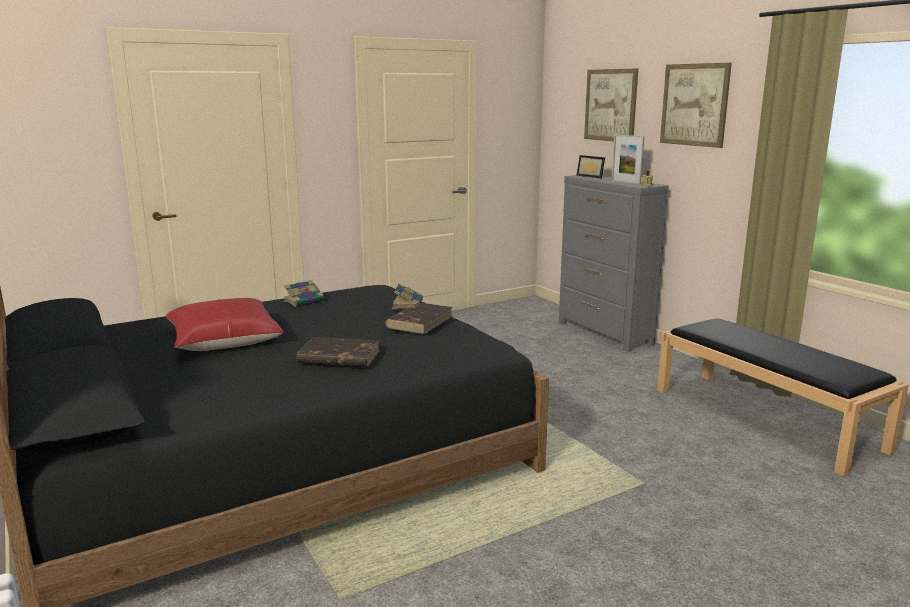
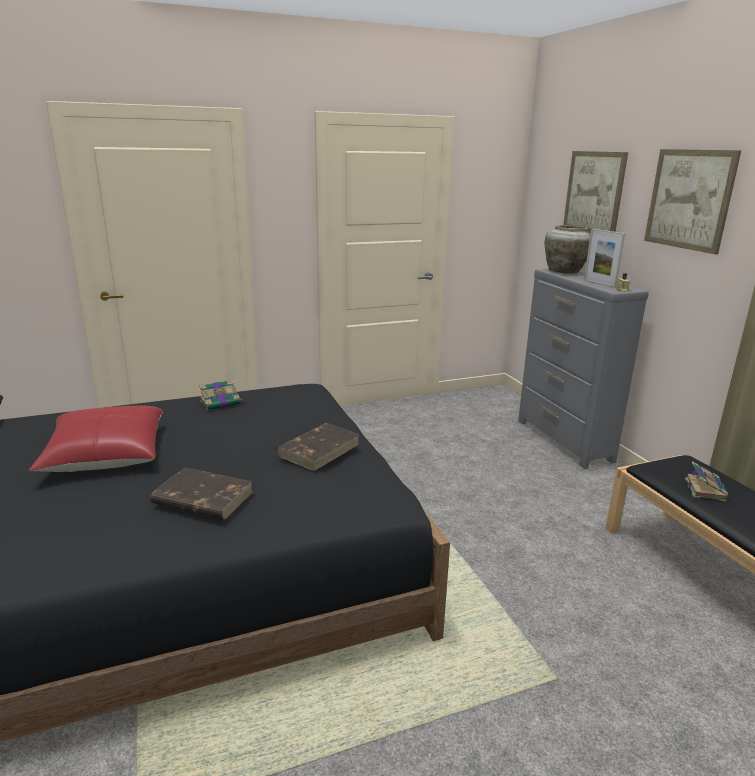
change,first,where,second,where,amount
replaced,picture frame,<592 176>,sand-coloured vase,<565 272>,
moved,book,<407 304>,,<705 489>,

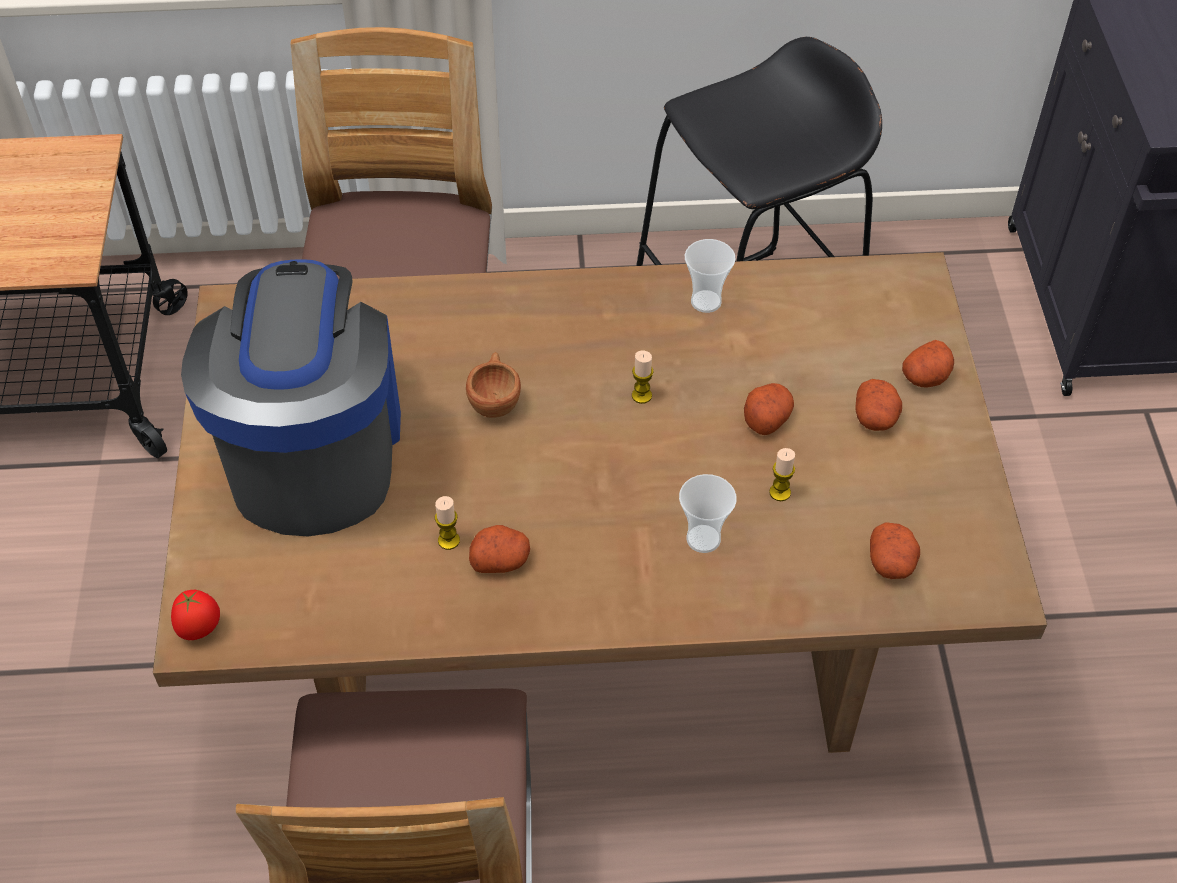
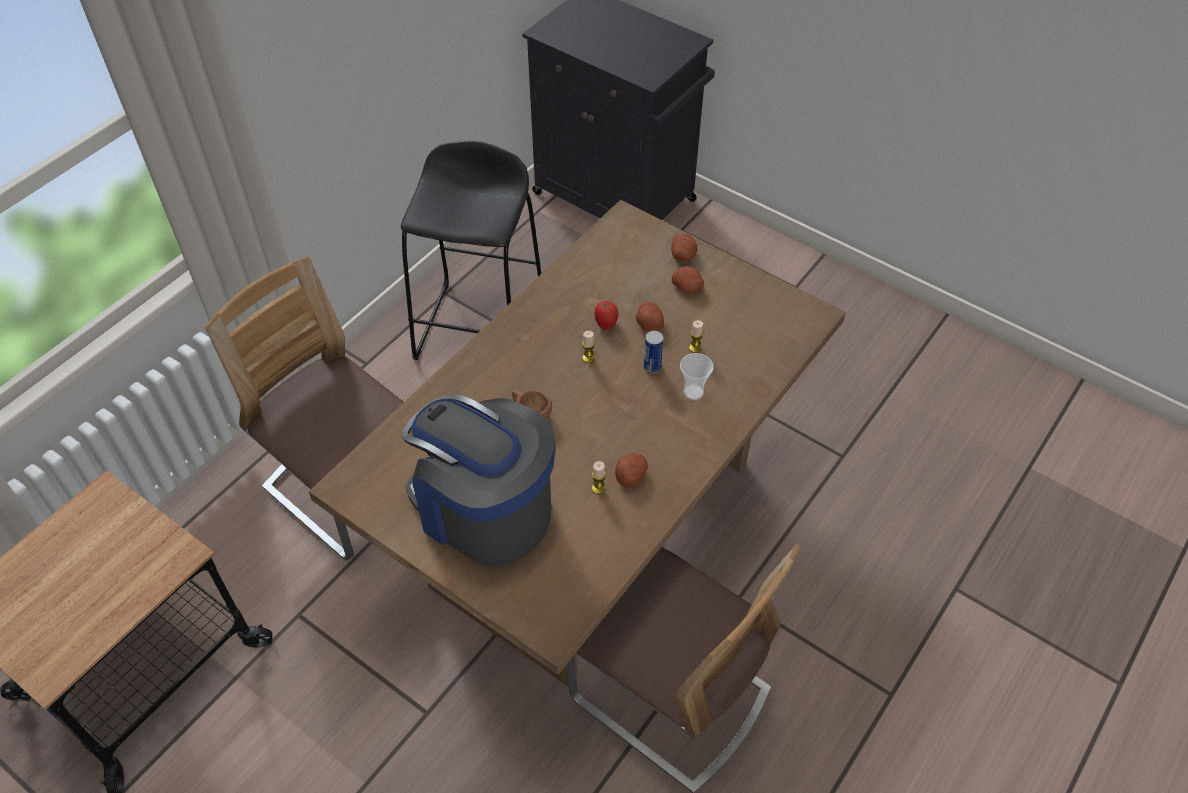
change,first,where,second,where,amount
moved,tomato,<200 629>,,<606 324>,
added,,,can,<652 367>,
removed,cup,<706 301>,,,
removed,whole potato,<891 563>,,,

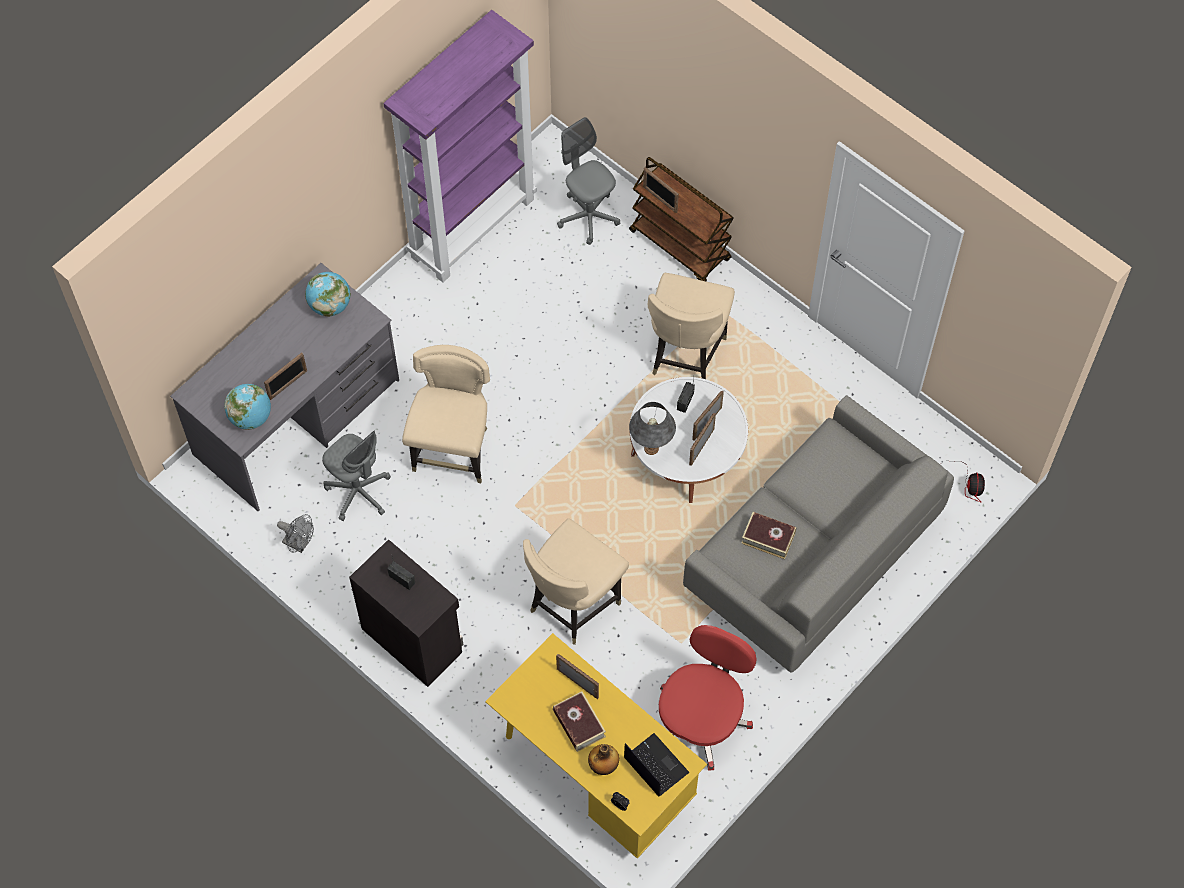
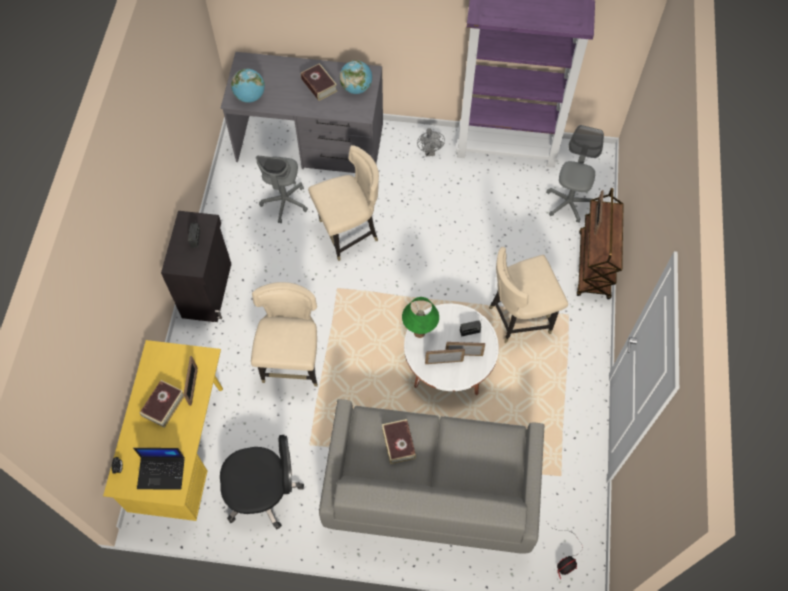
change,first,where,second,where,amount
turned,portable computer,<655 765>,,<162 472>,75 degrees clockwise
recoloured,red-coloured desk chair,<701 718>,blackish desk chair,<263 492>,
turned,sand-coloured plain chair,<573 604>,,<293 363>,90 degrees clockwise
added,,,book,<319 85>,
recoloured,grey lamp for a table,<651 448>,green-coloured lamp for a table,<419 332>,
moved,grey fan,<299 544>,,<430 152>,
removed,picture frame,<288 385>,,,
removed,beverage bottle,<604 765>,,,

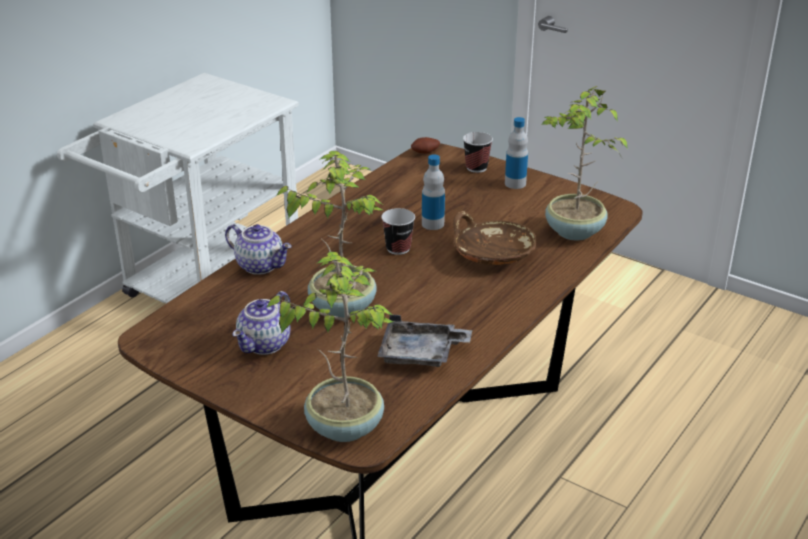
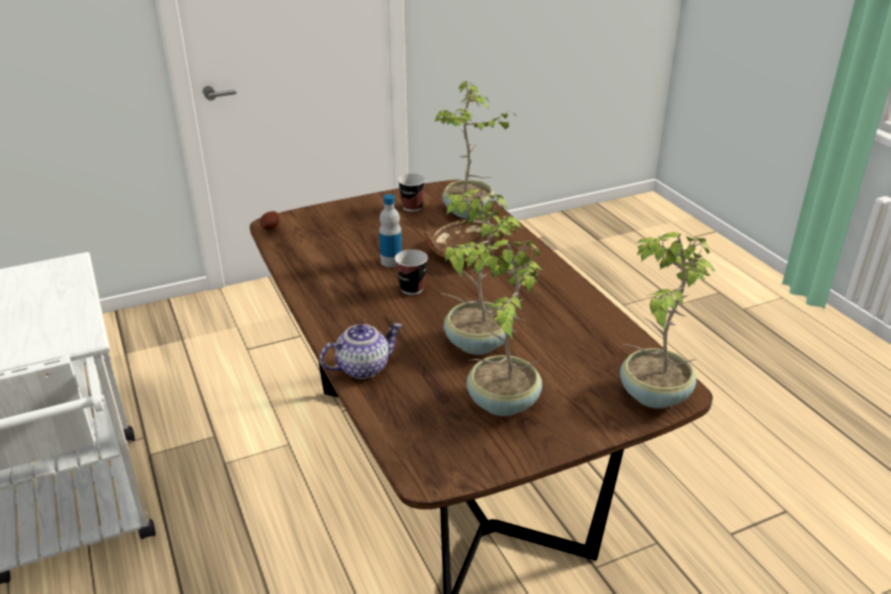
change,first,where,second,where,amount
moved,cup,<476 168>,,<412 207>,
replaced,tea pot,<265 345>,plant in a pot,<501 403>,
removed,grey carrying tray,<421 354>,,,
removed,beverage bottle,<515 183>,,,

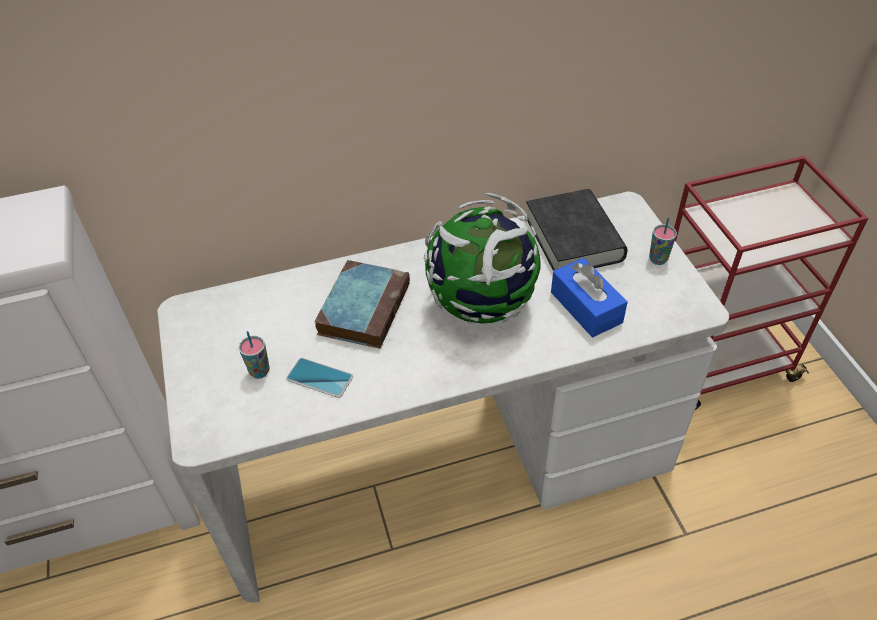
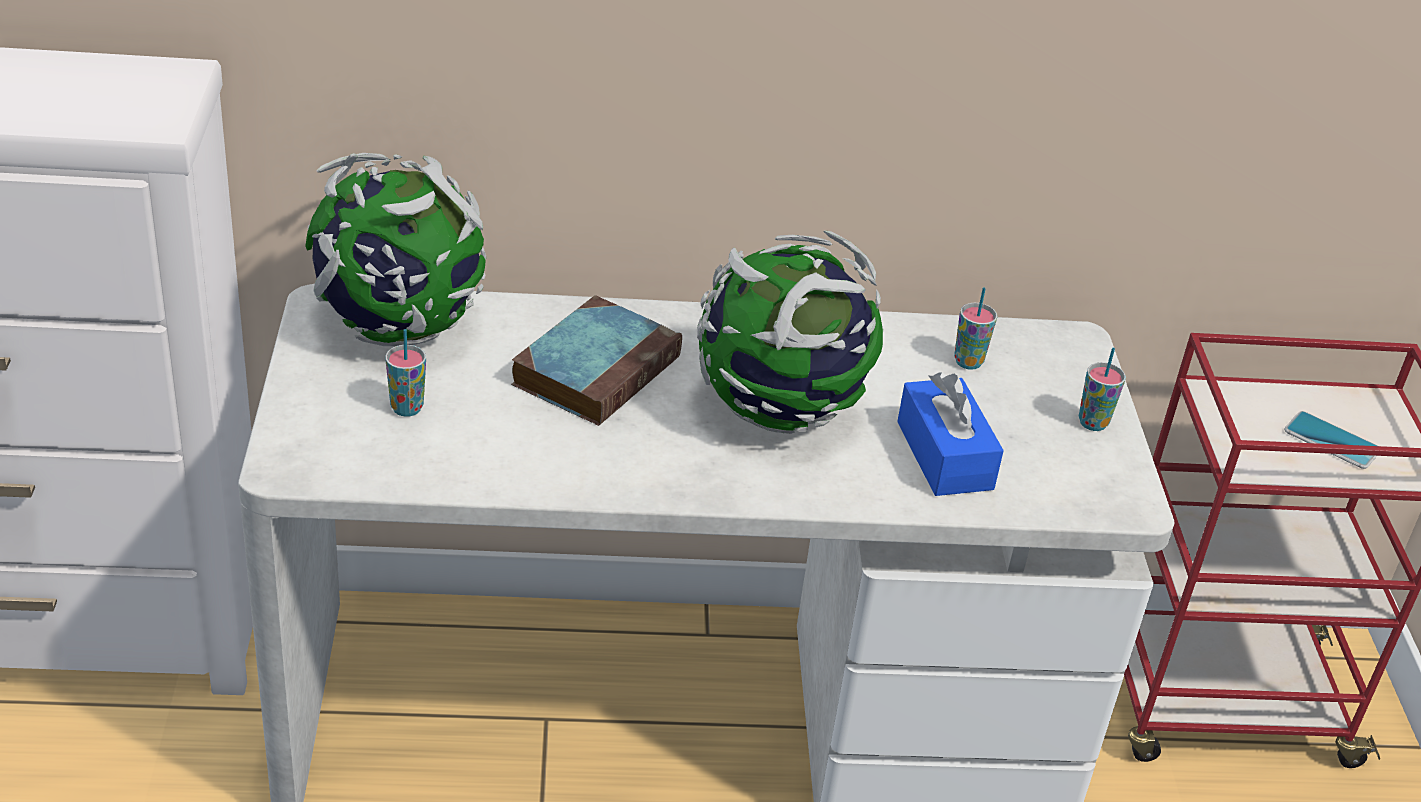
change,first,where,second,where,amount
added,,,world globe,<397 327>,
replaced,blackish book,<573 238>,cup,<968 362>,
moved,phone,<319 378>,,<1331 441>,

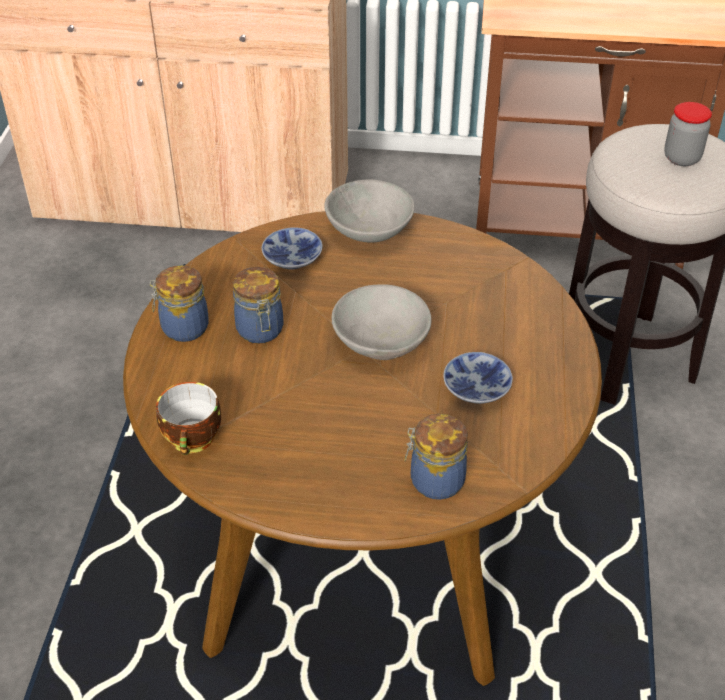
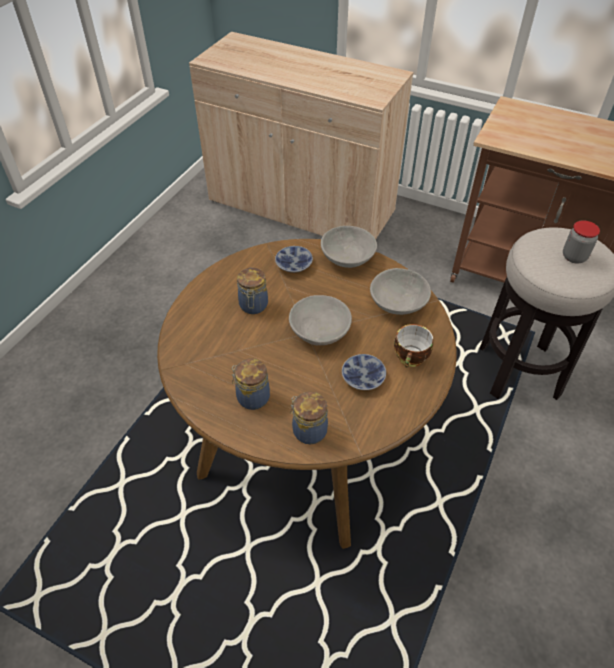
change,first,where,second,where,amount
moved,jar,<183 328>,,<252 397>,
added,,,grey deep dish,<398 304>,
moved,cup,<193 440>,,<411 358>,

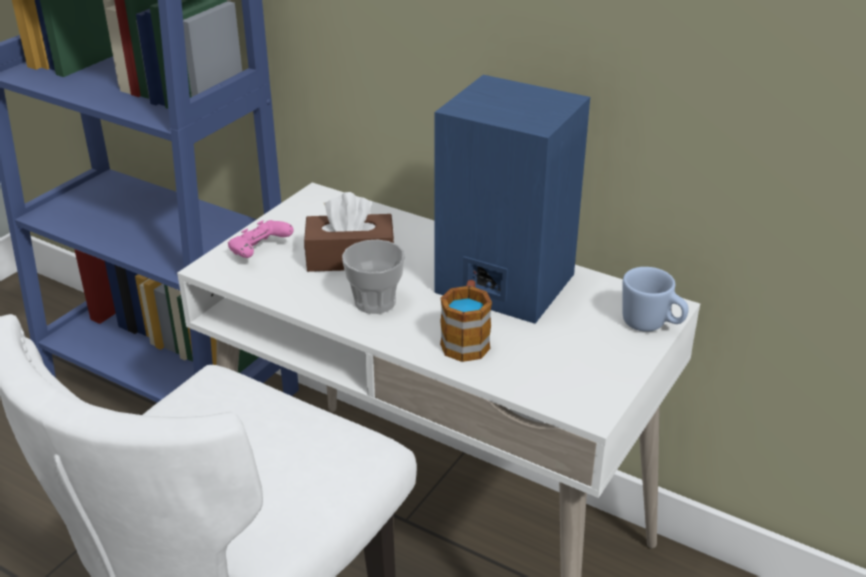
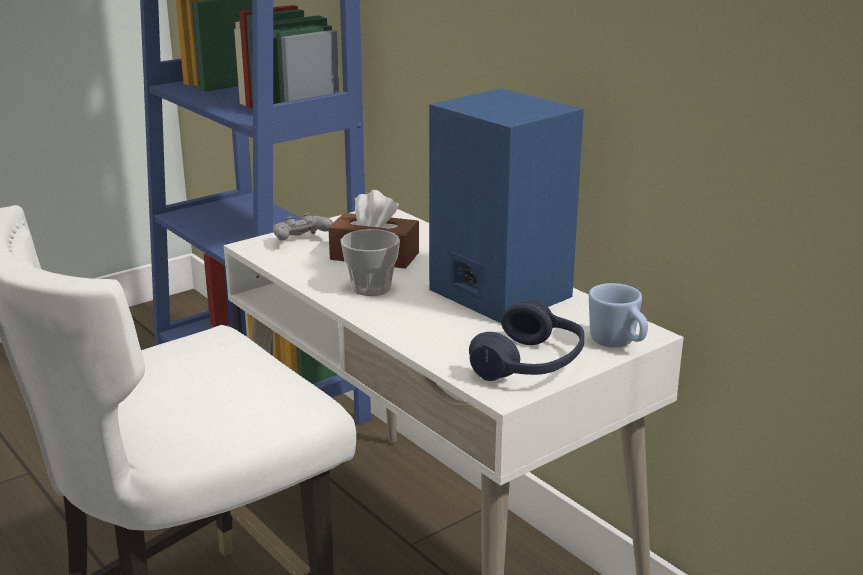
change,first,where,second,where,amount
recoloured,pinkish game controller,<259 251>,grey game controller,<301 241>,
added,,,bluish headset,<530 364>,
removed,mug,<466 339>,,,

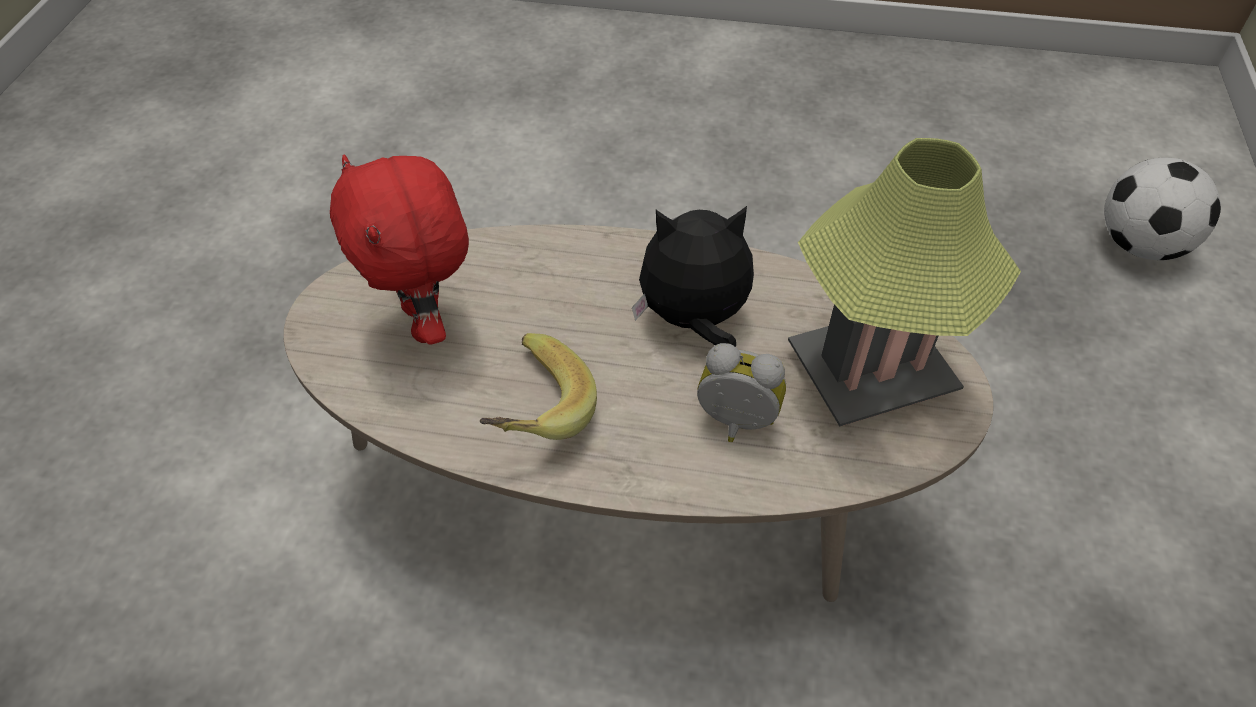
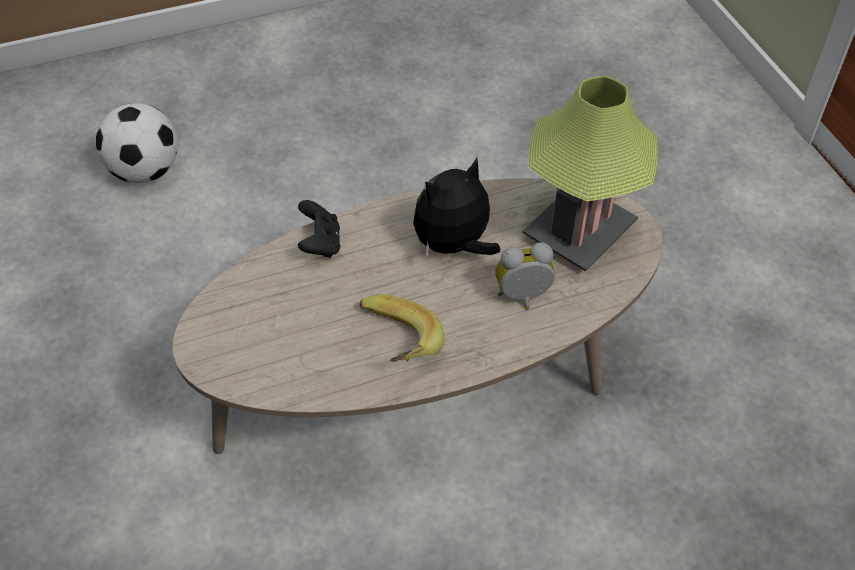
change,first,where,second,where,amount
moved,ball for football,<1140 246>,,<146 171>,
added,,,blackish game controller,<320 244>,
removed,red-coloured cuddly toy,<426 323>,,,

